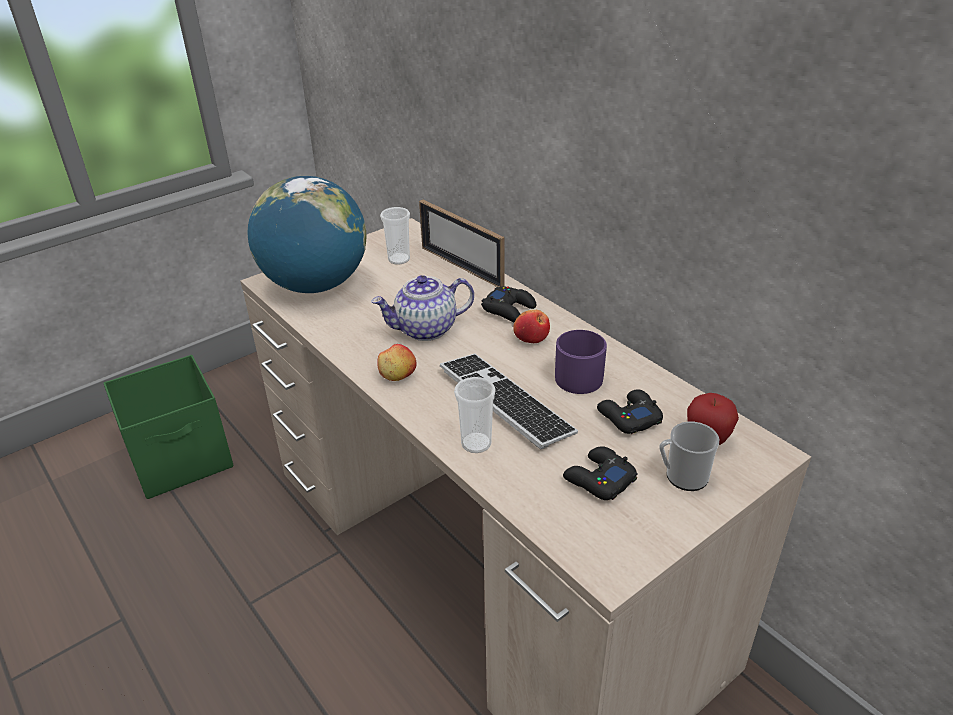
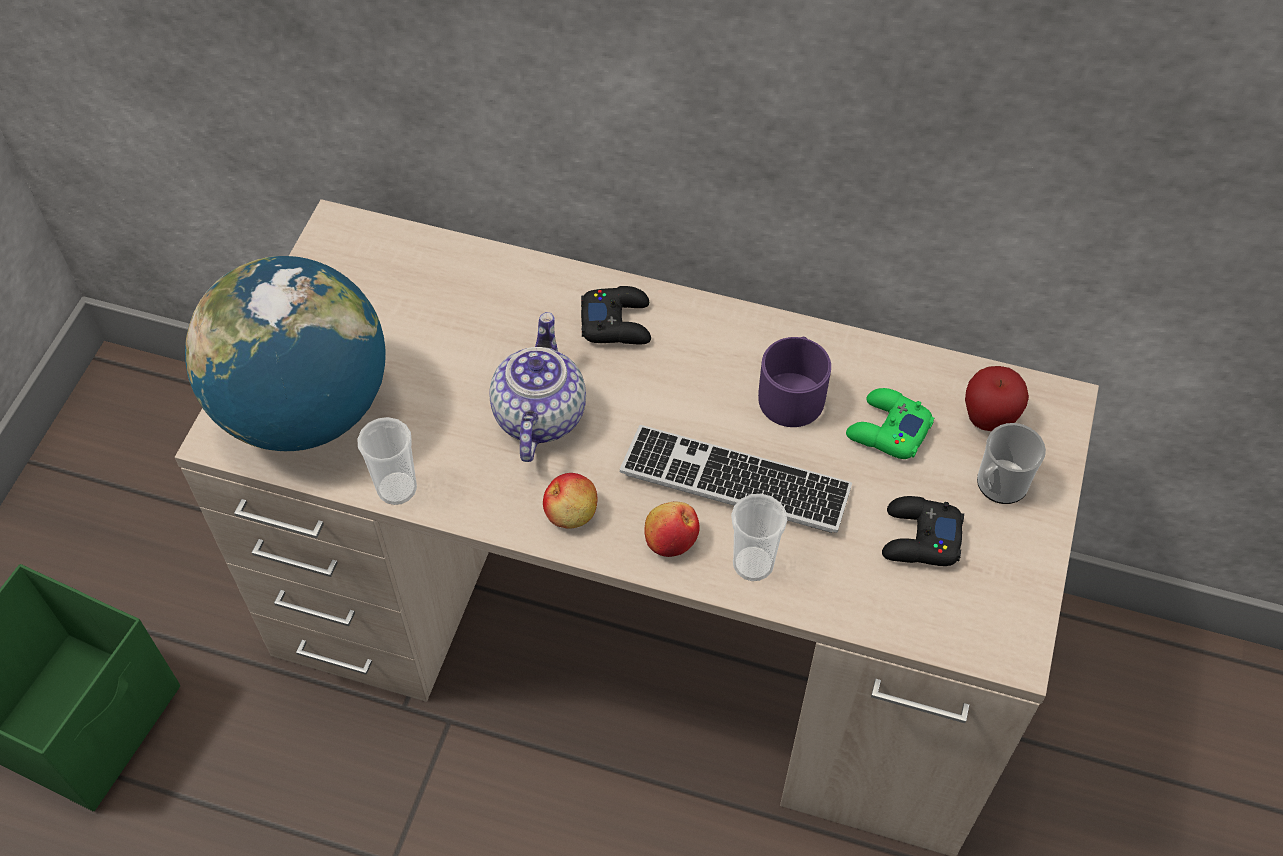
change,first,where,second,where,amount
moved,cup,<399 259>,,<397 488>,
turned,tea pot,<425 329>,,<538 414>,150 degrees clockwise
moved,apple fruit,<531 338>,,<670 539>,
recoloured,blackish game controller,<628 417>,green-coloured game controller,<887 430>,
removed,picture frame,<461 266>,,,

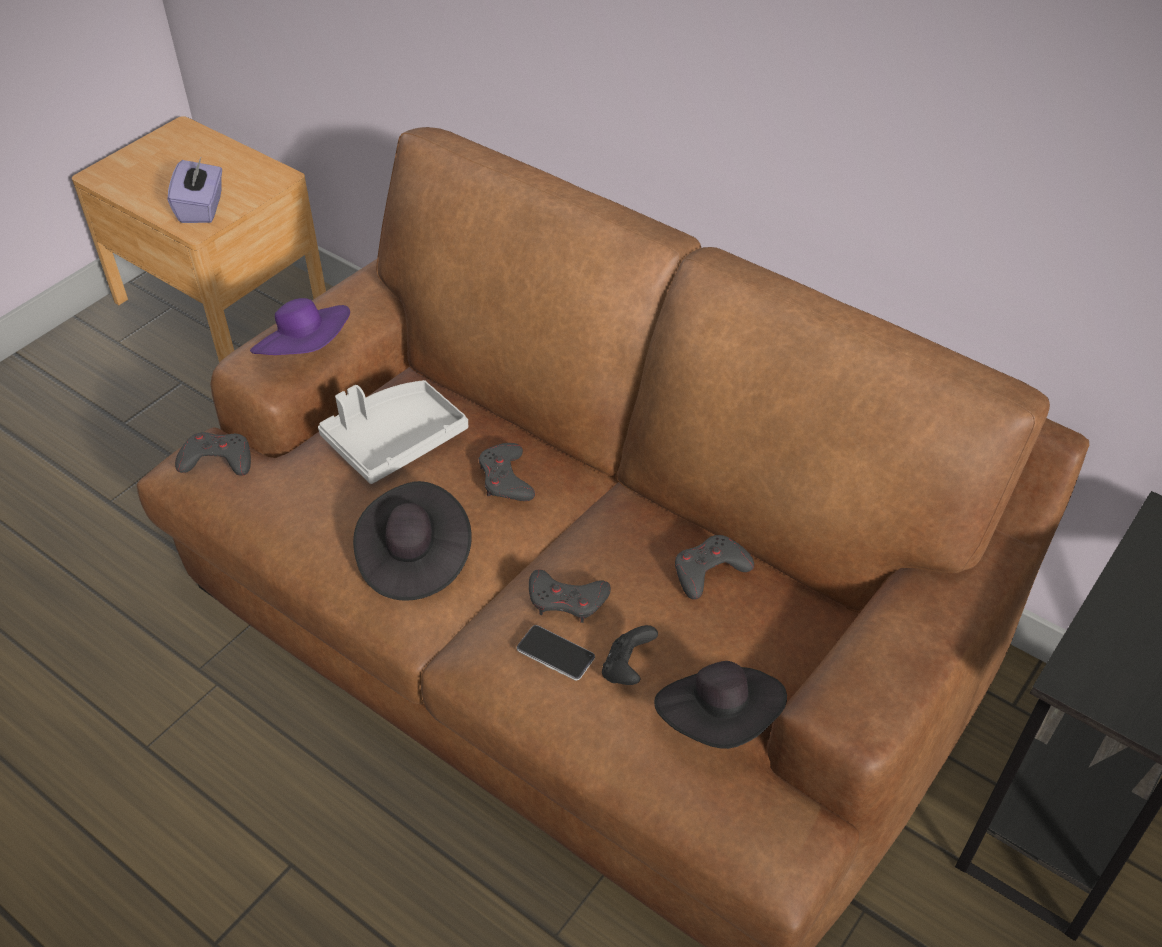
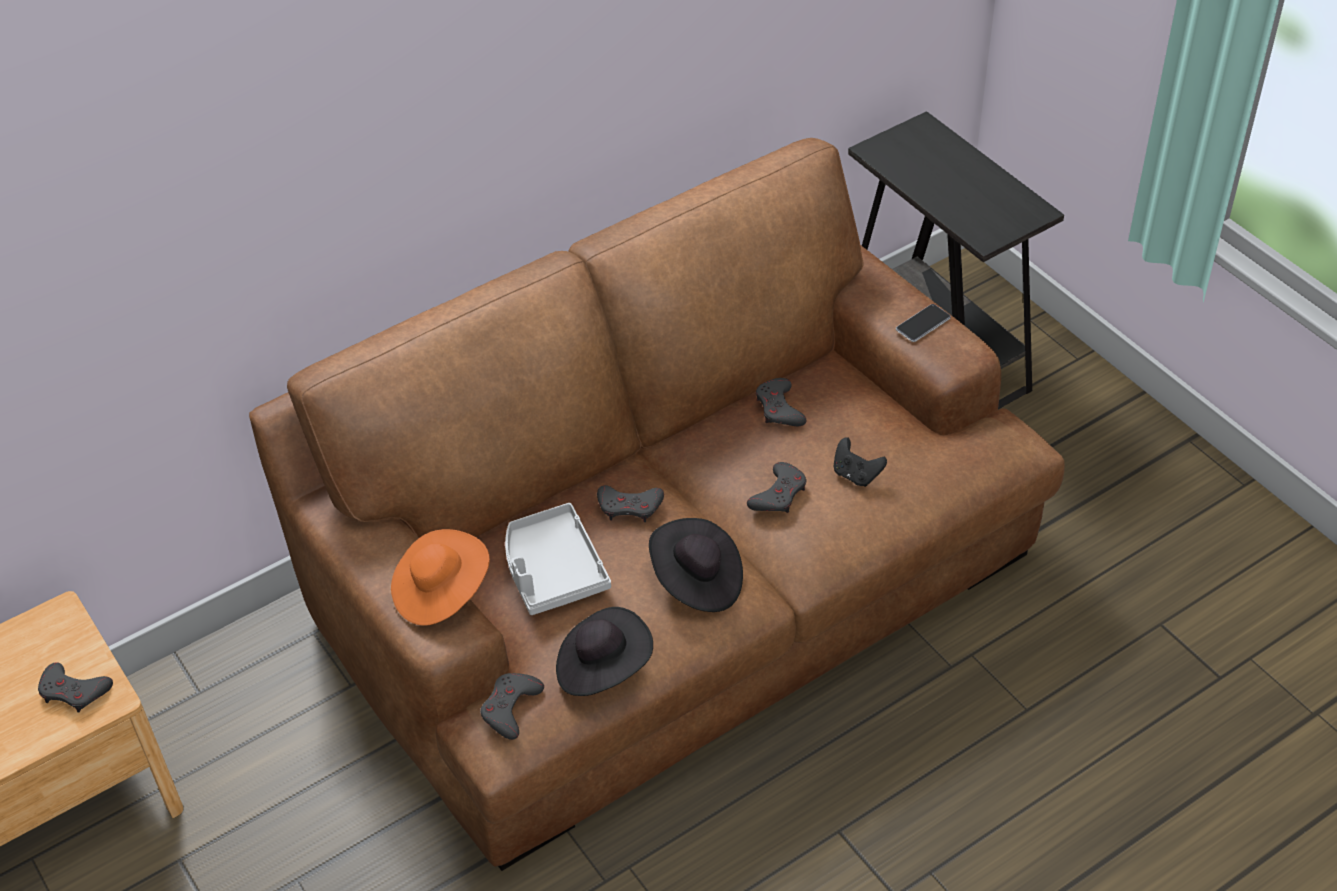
change,first,where,second,where,amount
replaced,purple-coloured tissue box,<202 208>,grey game controller,<74 691>,
recoloured,purple-coloured wearable hat,<306 352>,orange-coloured wearable hat,<441 592>,
moved,blackish wearable hat,<719 720>,,<603 667>,
moved,phone,<555 653>,,<923 324>,

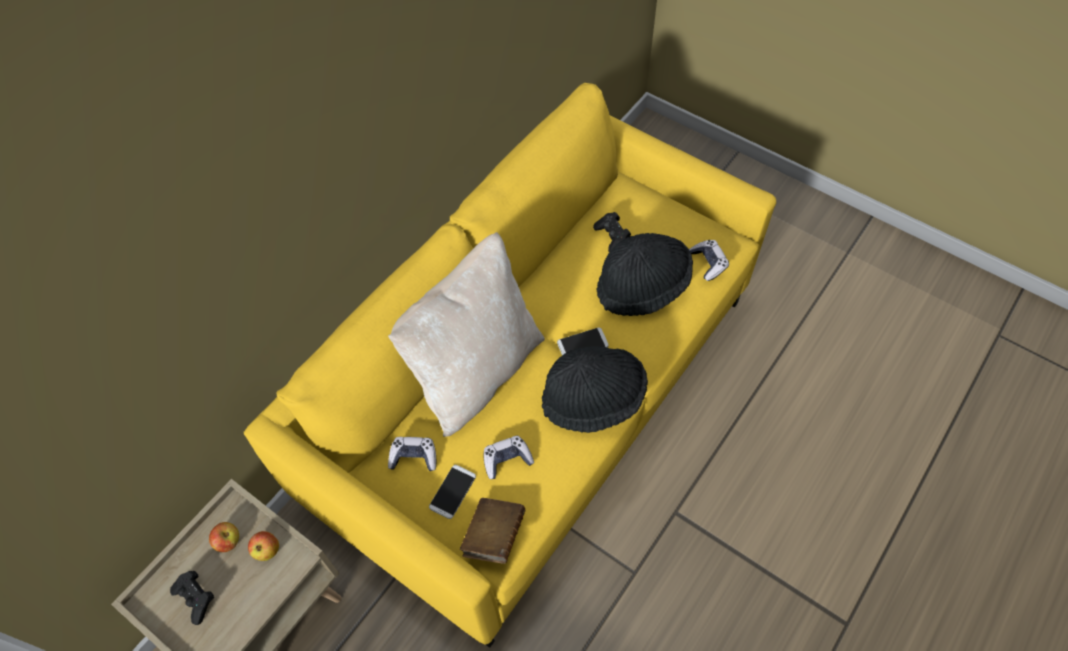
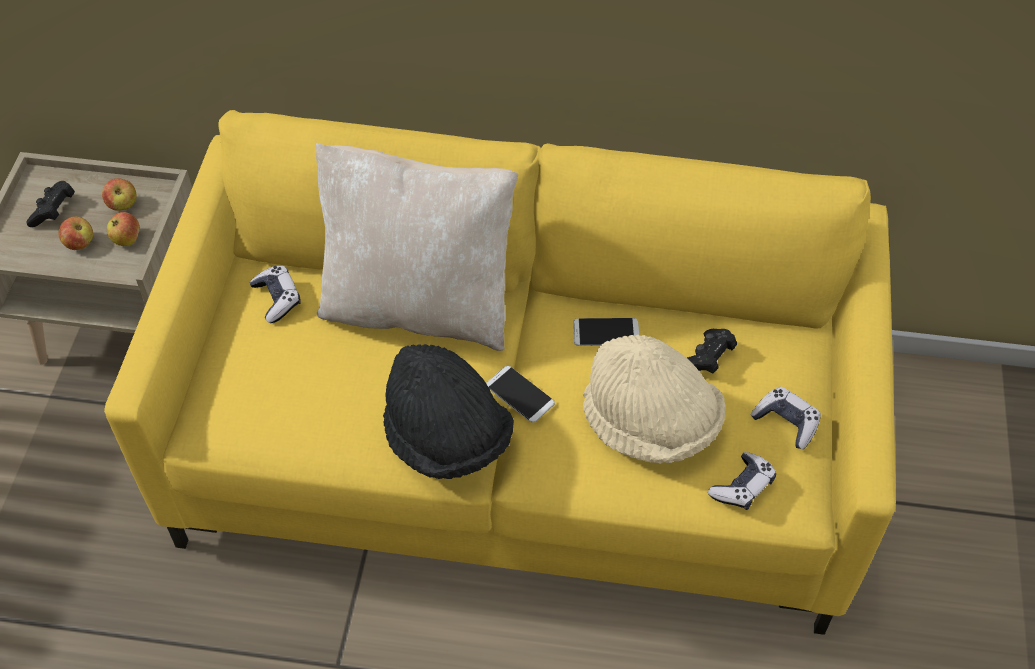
change,first,where,second,where,amount
added,,,apple fruit,<80 243>,
moved,phone,<452 491>,,<606 333>,
recoloured,blackish wearable hat,<642 286>,sand-coloured wearable hat,<650 424>,
moved,game controller,<507 460>,,<786 422>,
removed,brown-coloured book,<494 536>,,,

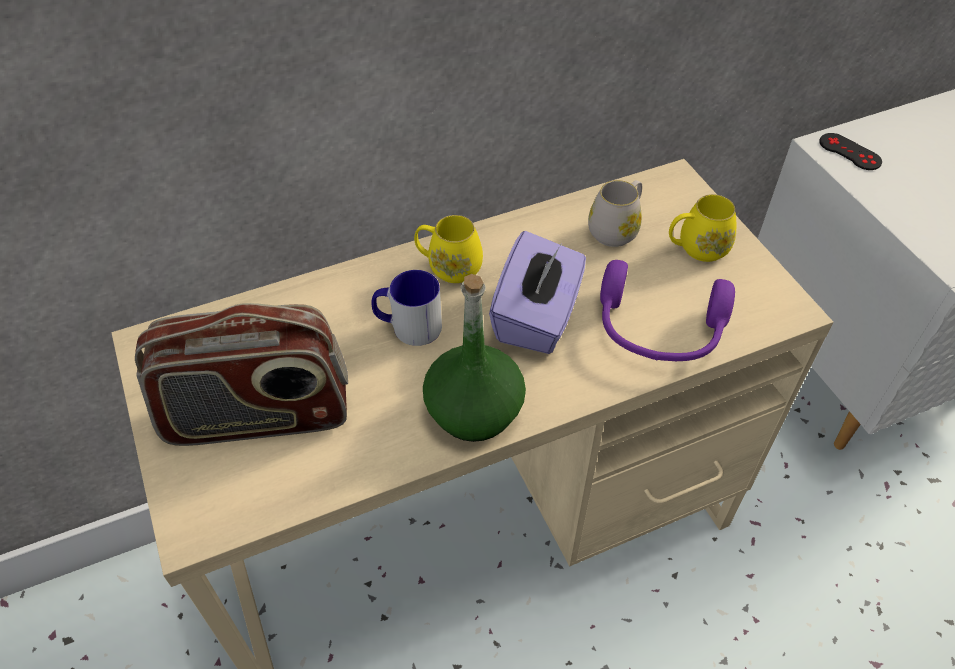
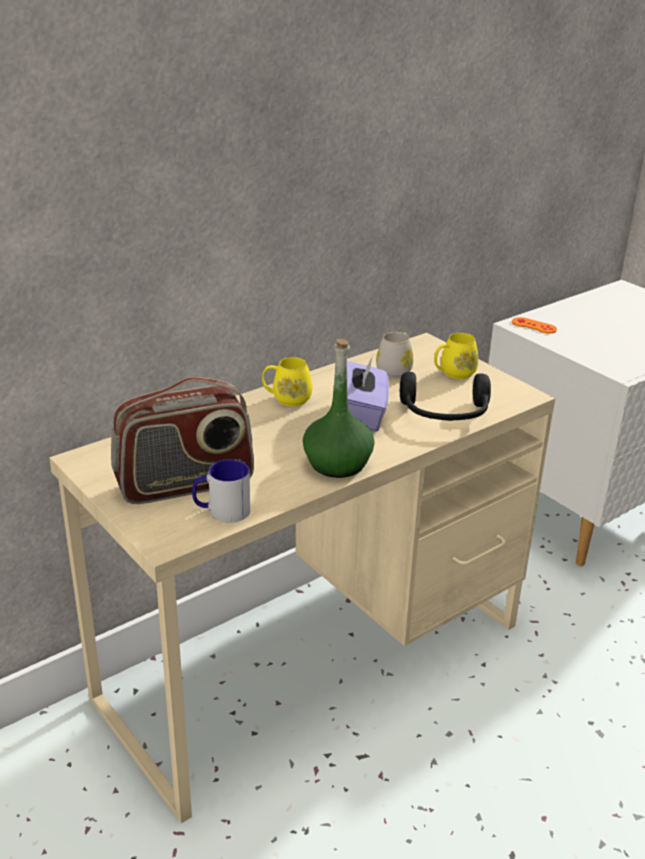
change,first,where,second,where,amount
moved,mug,<408 326>,,<221 511>,
recoloured,purple-coloured headset,<658 331>,blackish headset,<445 414>,
recoloured,blackish game controller,<849 152>,orange-coloured game controller,<534 326>,

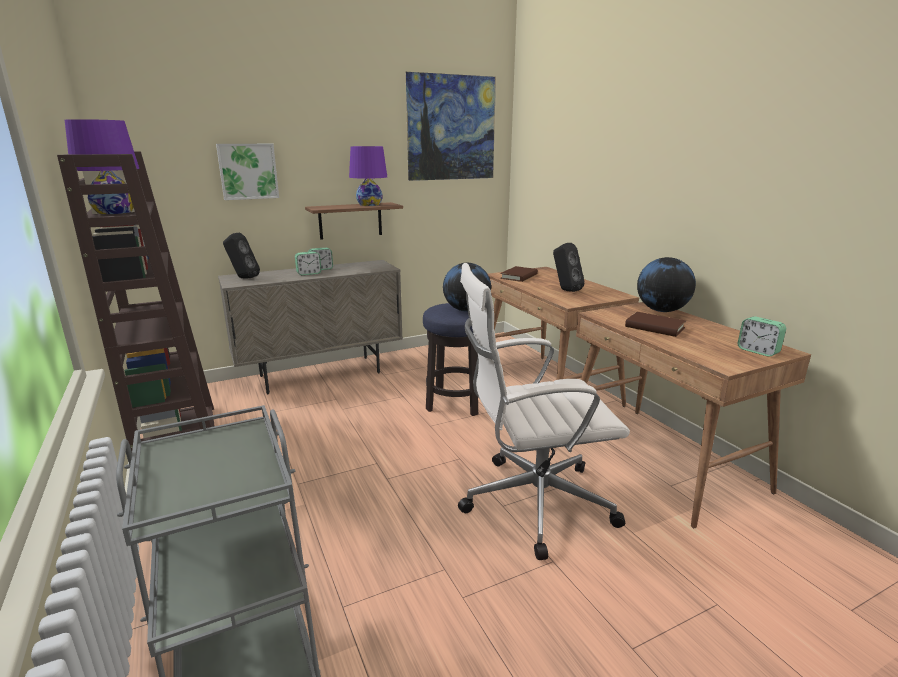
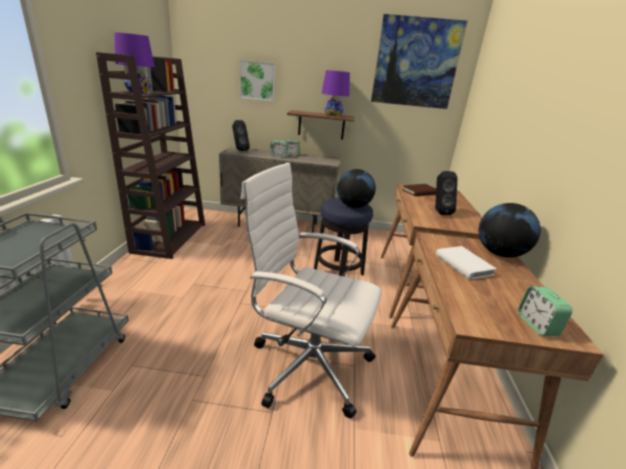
change,first,where,second,where,amount
recoloured,brown-coloured book,<654 327>,white-coloured book,<463 265>,

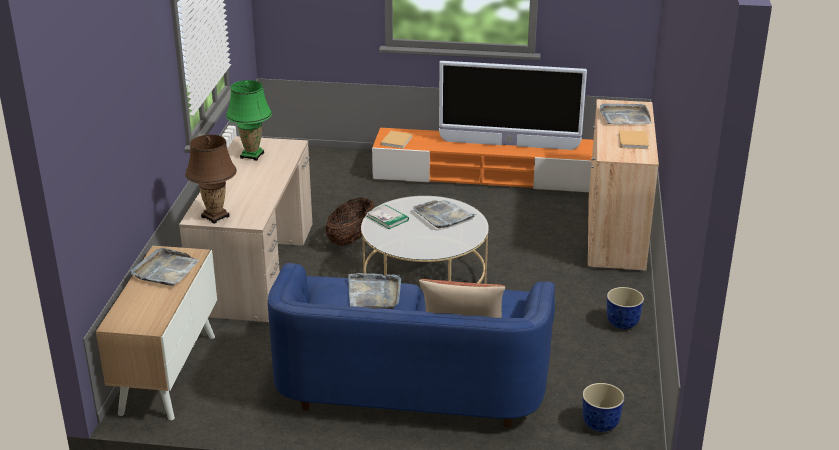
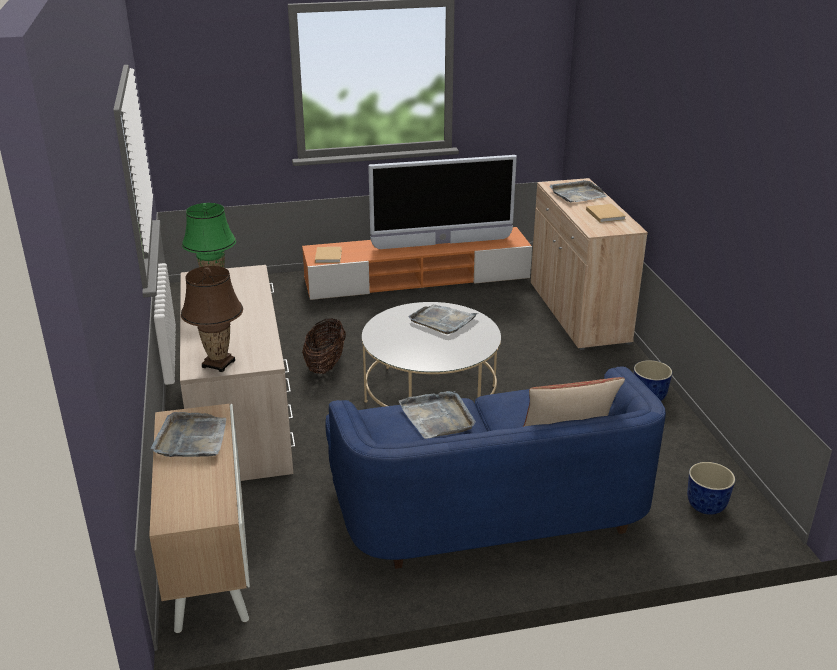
change,first,where,second,where,amount
removed,book,<387 218>,,,

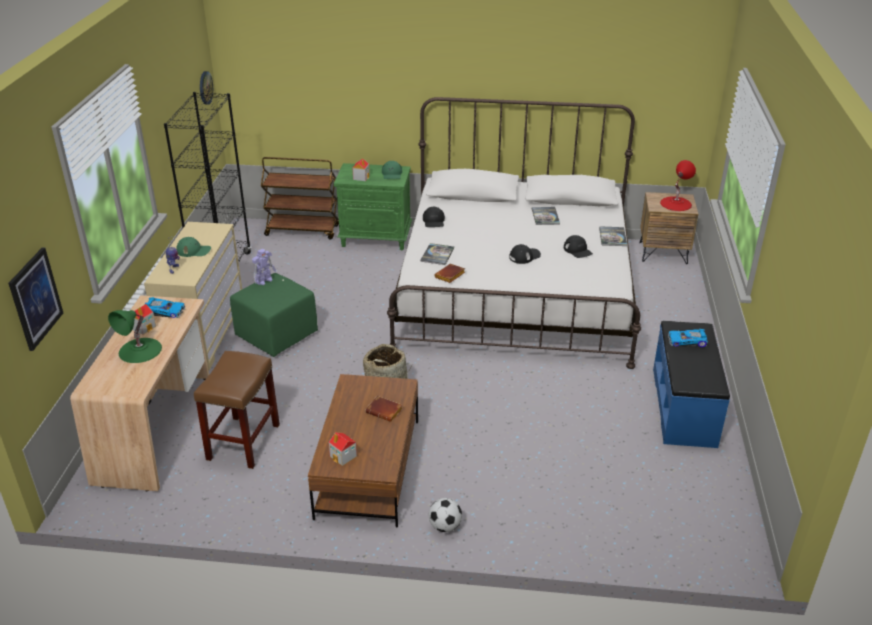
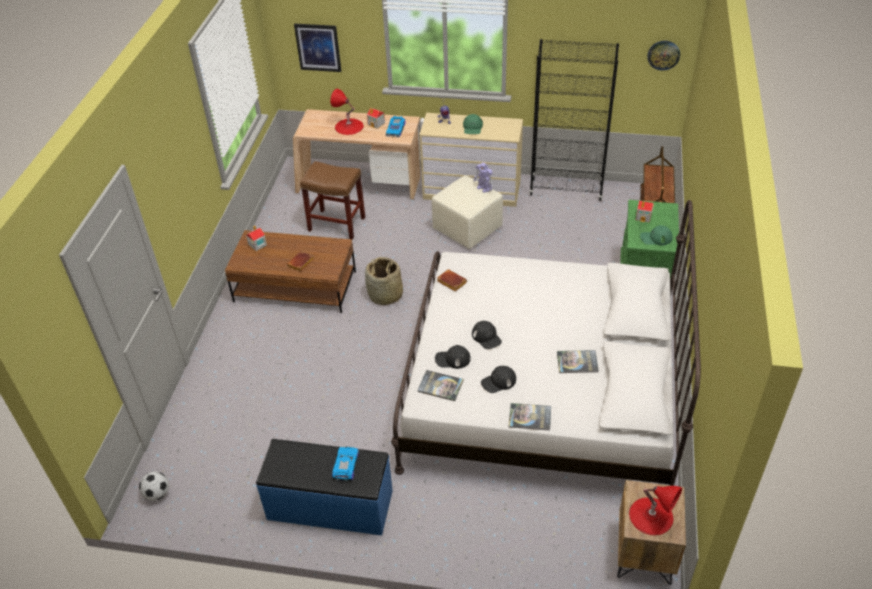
change,first,where,second,where,amount
moved,ball for football,<445 526>,,<157 494>,
recoloured,green-coloured lamp for a table,<140 350>,red-coloured lamp for a table,<349 126>,
moved,book,<437 255>,,<440 386>,
recoloured,green-coloured ottoman,<277 335>,sand-coloured ottoman,<468 229>,
moved,blackish peaked cap,<434 221>,,<452 359>,

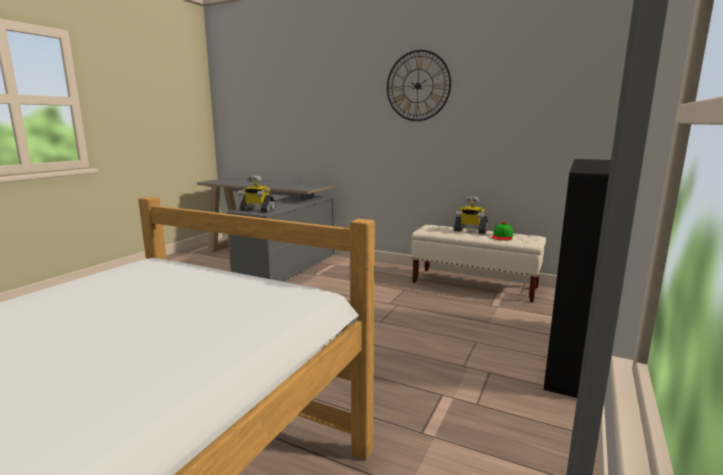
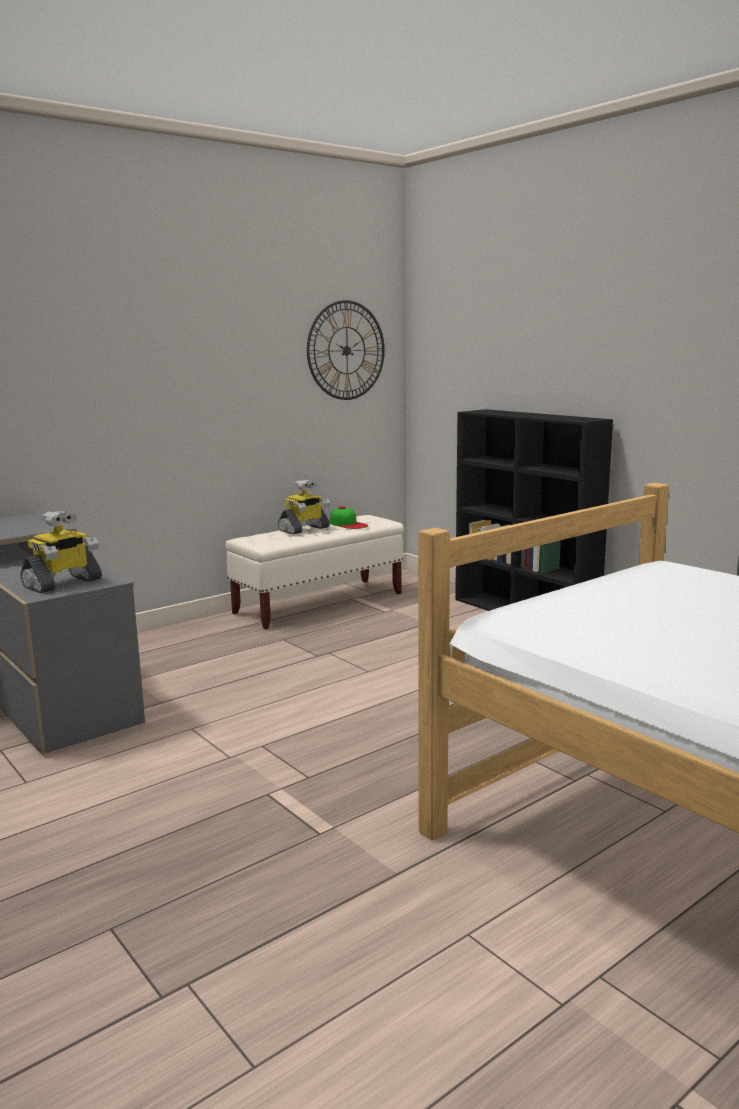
change,first,where,second,where,amount
moved,hanging clock,<418 86>,,<346 350>,

